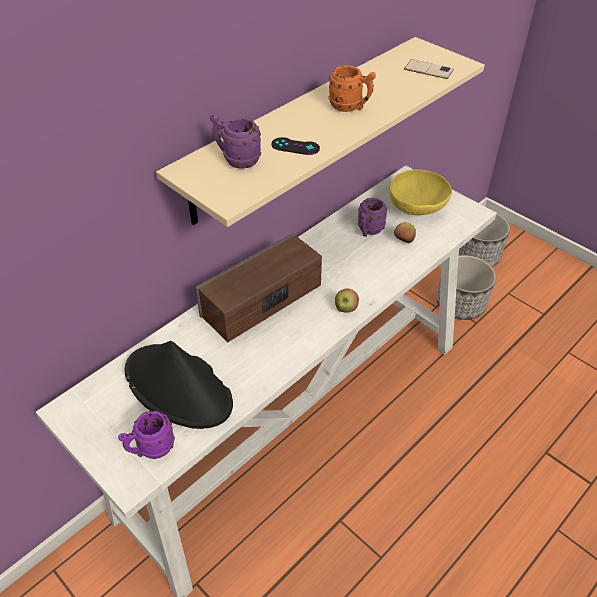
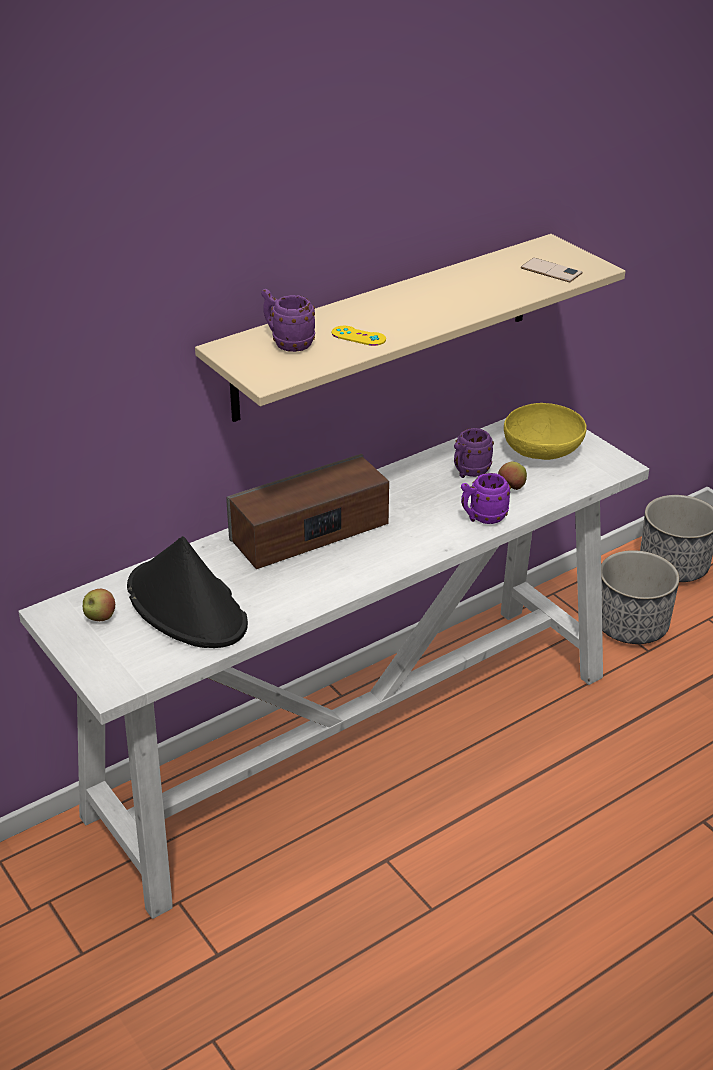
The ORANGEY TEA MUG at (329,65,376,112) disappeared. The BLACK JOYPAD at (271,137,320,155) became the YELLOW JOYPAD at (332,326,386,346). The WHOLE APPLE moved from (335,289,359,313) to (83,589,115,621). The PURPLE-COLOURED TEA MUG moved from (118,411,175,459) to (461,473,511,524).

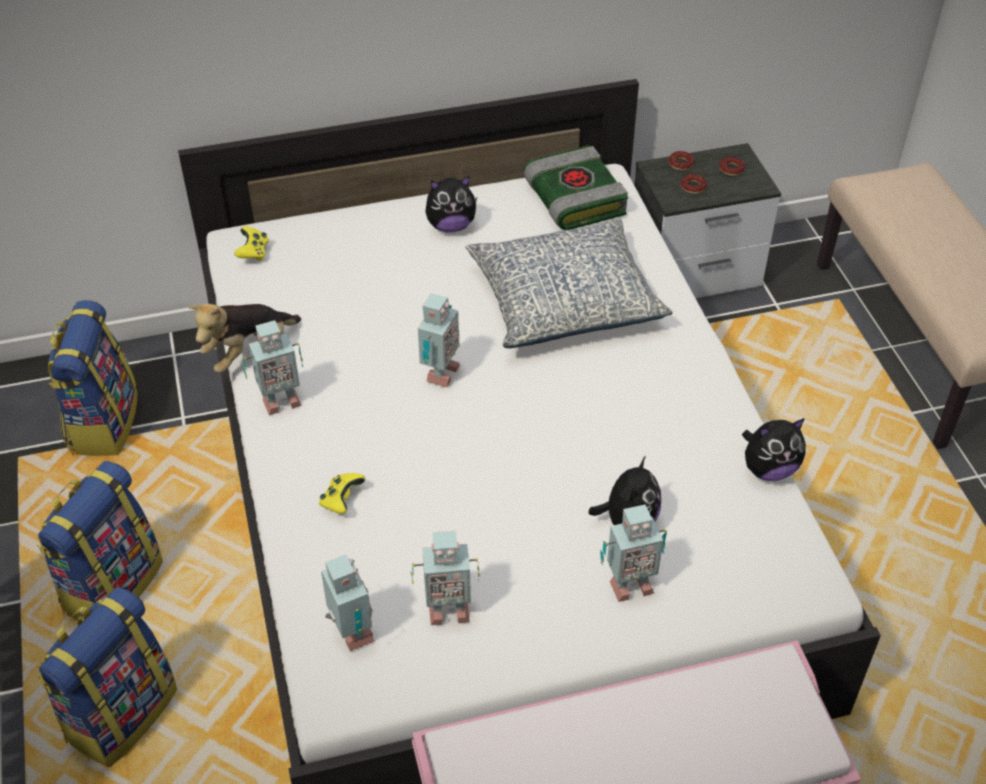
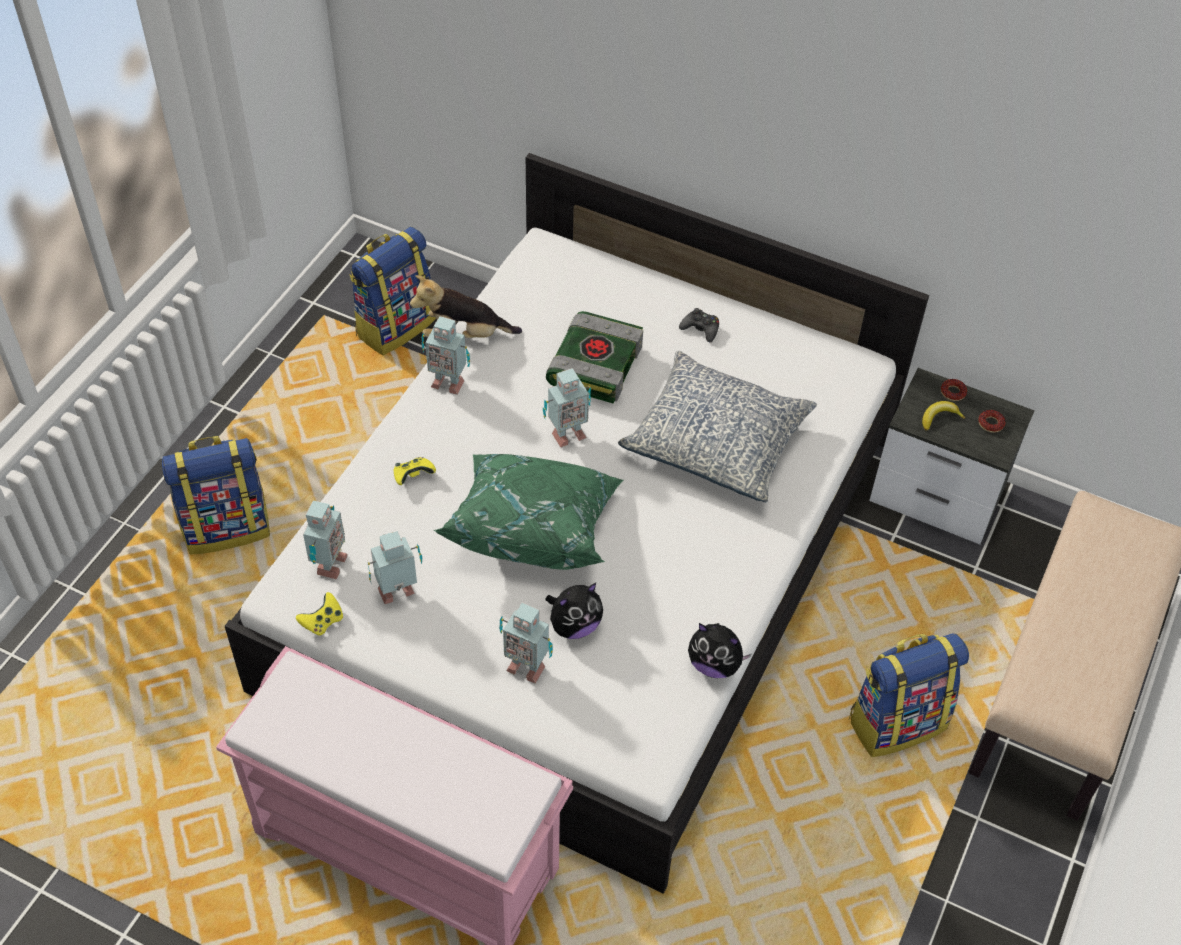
The BOUND BOOK moved from (523,145,628,230) to (546,311,643,404). The RING DOUGHNUT at (681,174,707,194) was replaced by the WHOLE BANANA at (922,401,965,431). The PLUSH TOY at (425,176,477,232) was replaced by the BLACK JOYPAD at (679,308,719,343). The YELLOW JOYPAD moved from (234,227,269,261) to (296,592,343,636). The BACKPACK moved from (37,461,163,620) to (849,633,969,757). The ROBOT FIGURE at (411,531,480,625) turned 120 degrees clockwise. The GREEN-COLOURED CUSHION at (434,454,623,570) appeared.

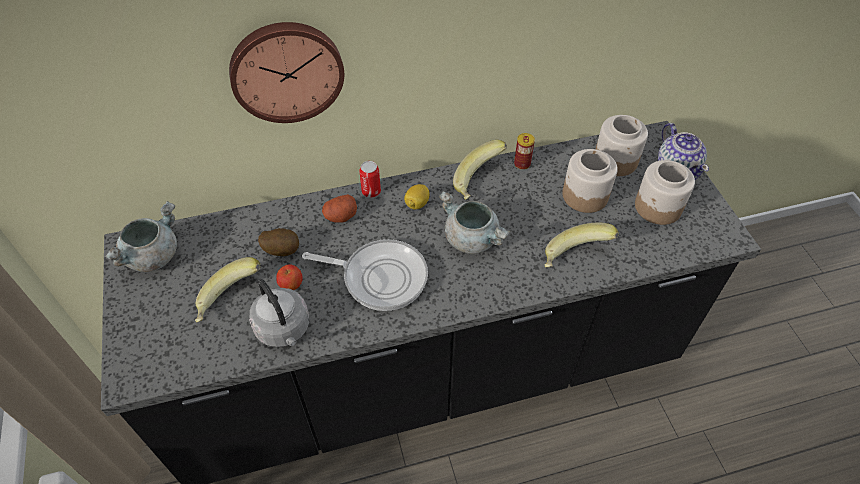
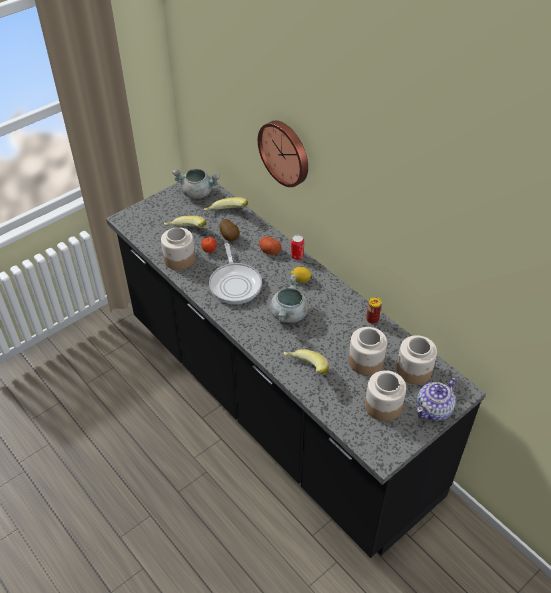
The WHOLE BANANA moved from (453,140,507,200) to (204,197,248,211). The GREY TEA KETTLE at (249,279,309,347) was replaced by the STORAGE JAR at (161,227,195,270).

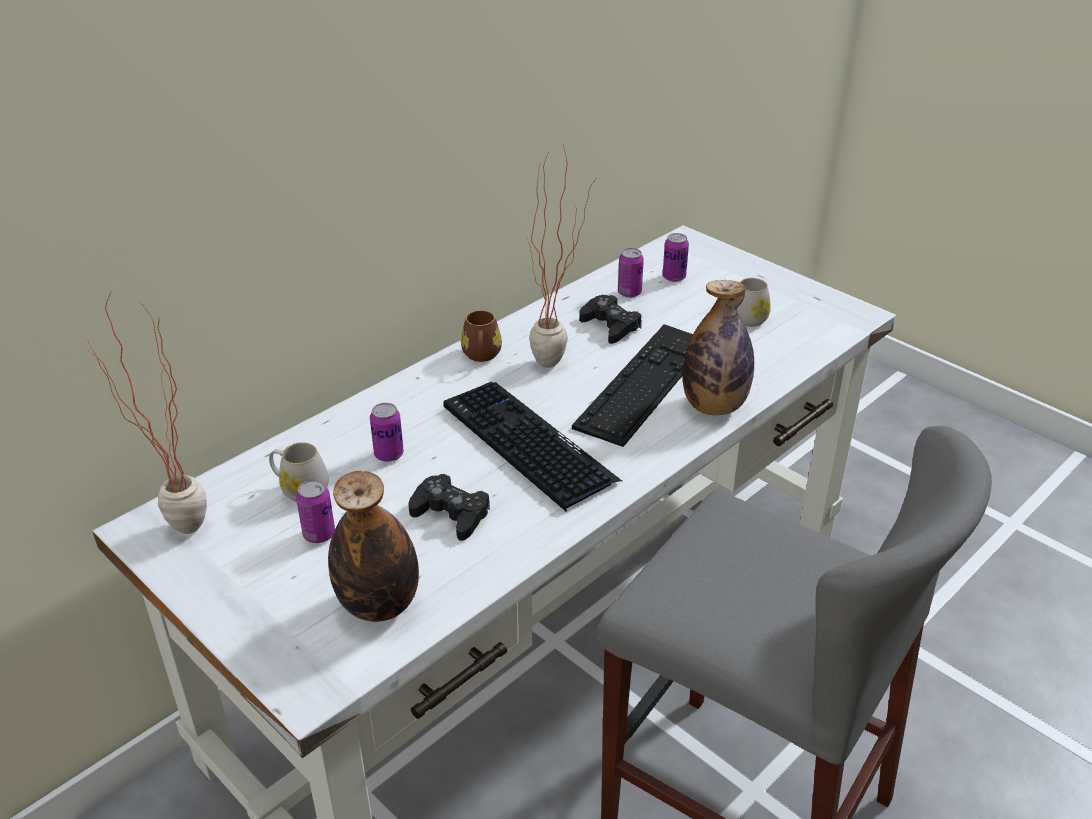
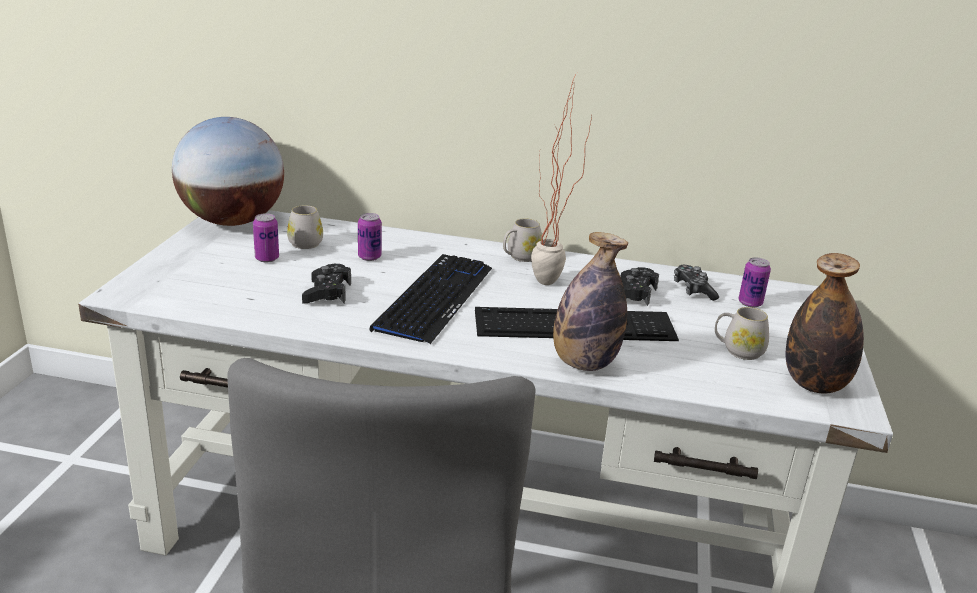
The CAN at (618,248,644,298) was replaced by the JOYPAD at (674,265,719,301). The HOUSEPLANT at (87,291,207,534) was replaced by the GLOBE at (172,117,284,226). The BROWNISH TEA MUG at (461,310,502,362) became the WHITE-COLOURED TEA MUG at (503,218,542,262). The BOTTLE moved from (328,471,419,622) to (786,253,864,394).

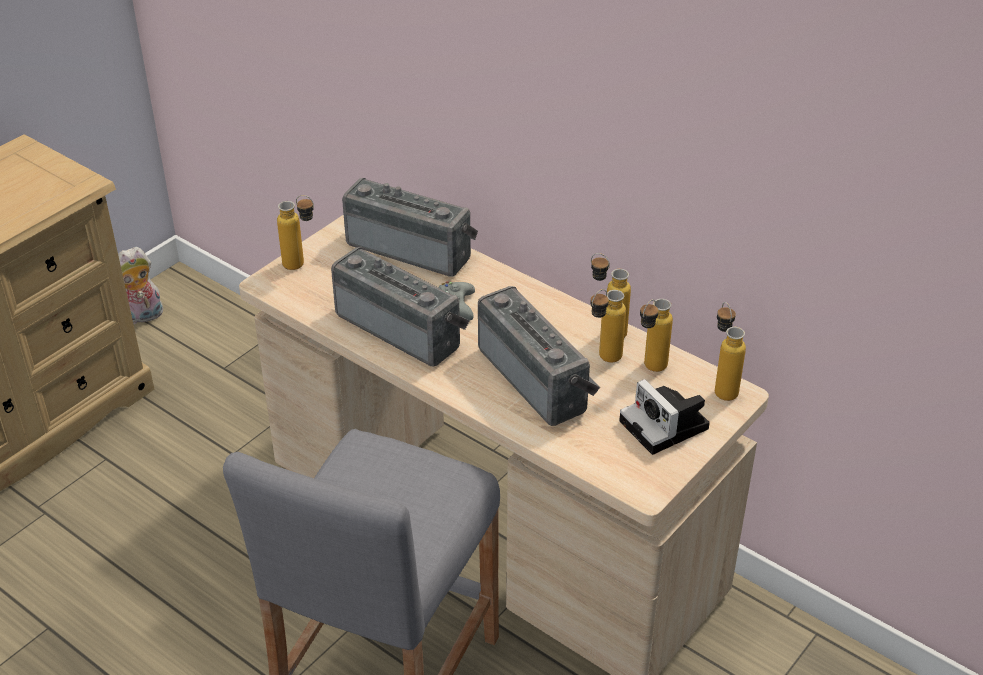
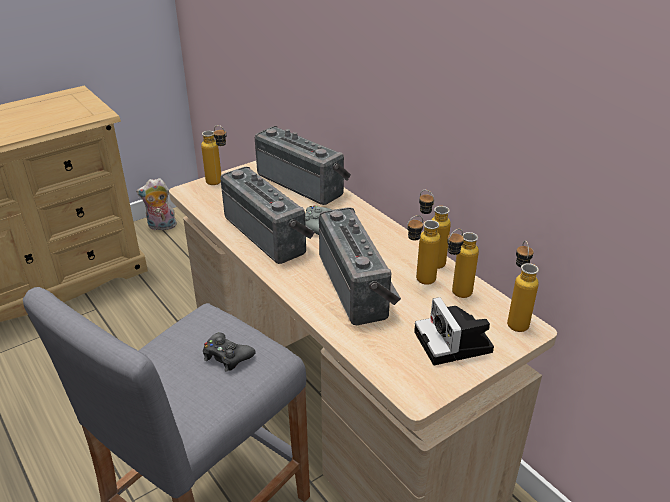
The BLACK JOYPAD at (203,332,256,372) appeared.

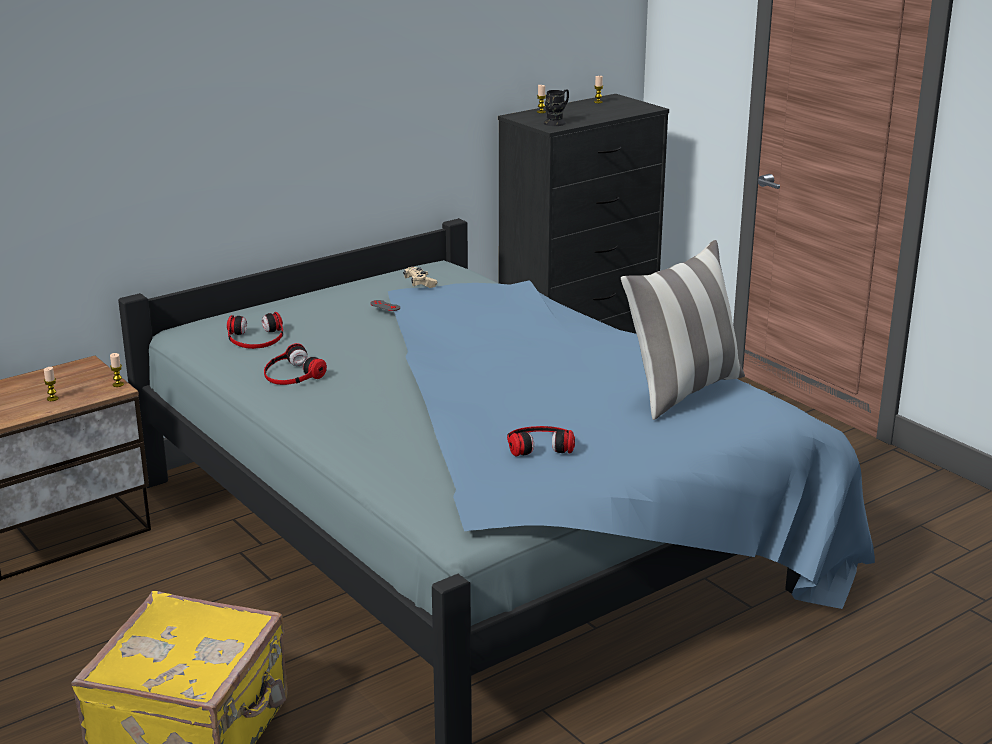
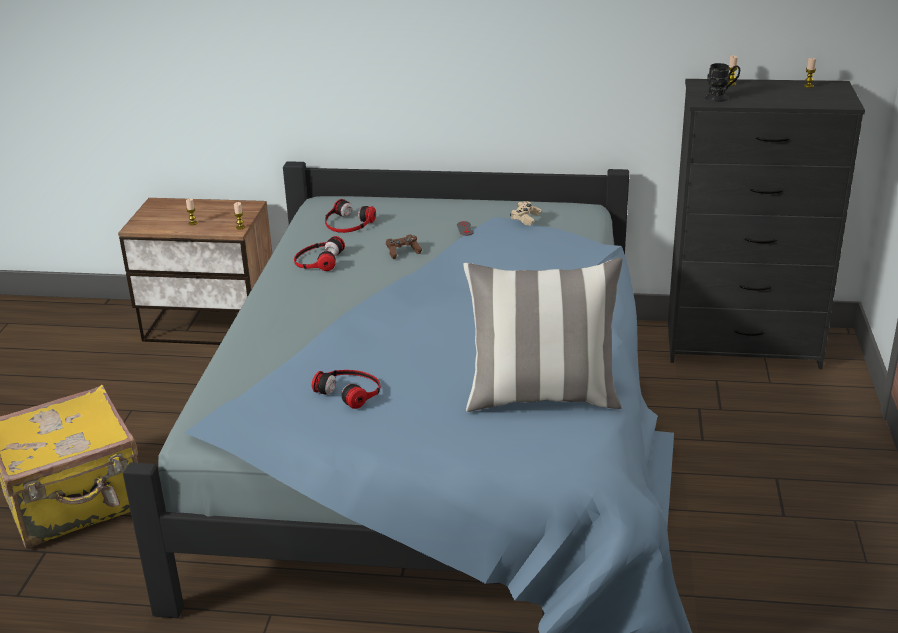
The BROWNISH JOYPAD at (386,235,422,259) appeared.

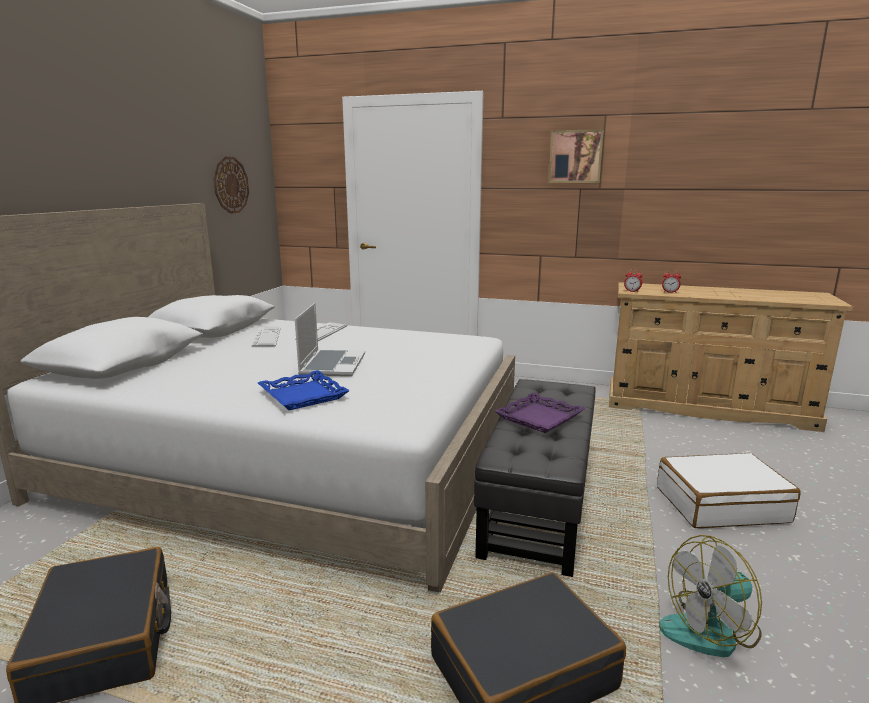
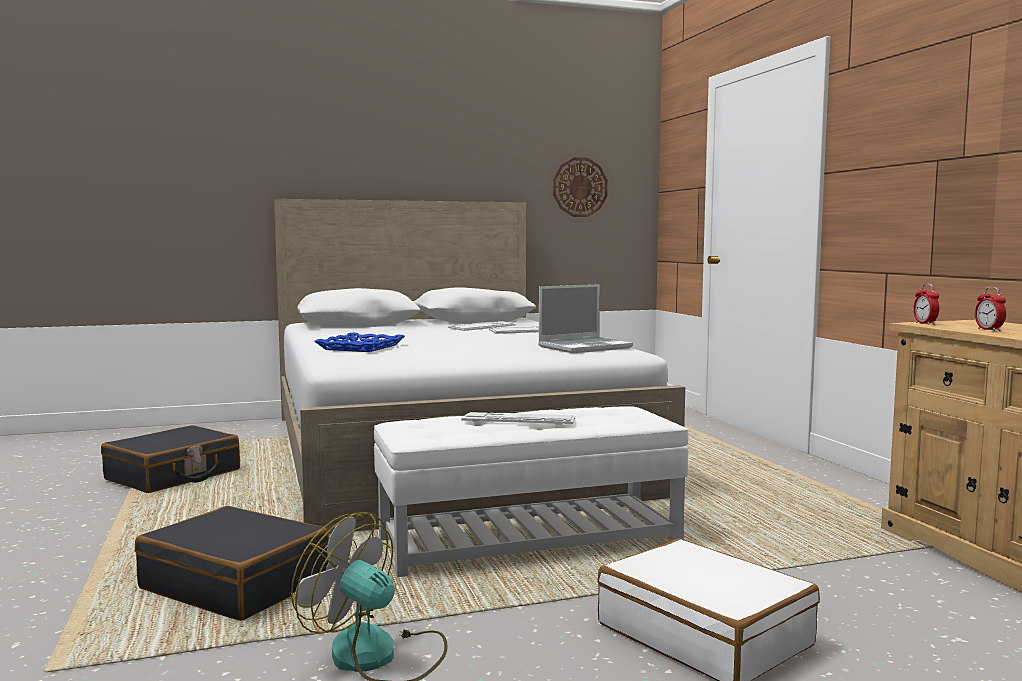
The PICTURE at (549,129,604,183) disappeared. The LAPTOP moved from (295,303,365,376) to (538,284,633,353). The BLACK POUFFE at (474,379,595,577) became the WHITE-COLOURED POUFFE at (374,406,689,577). The PURPLE-COLOURED SERVING TRAY at (495,392,585,433) was replaced by the PC KEYBOARD at (461,412,575,425).

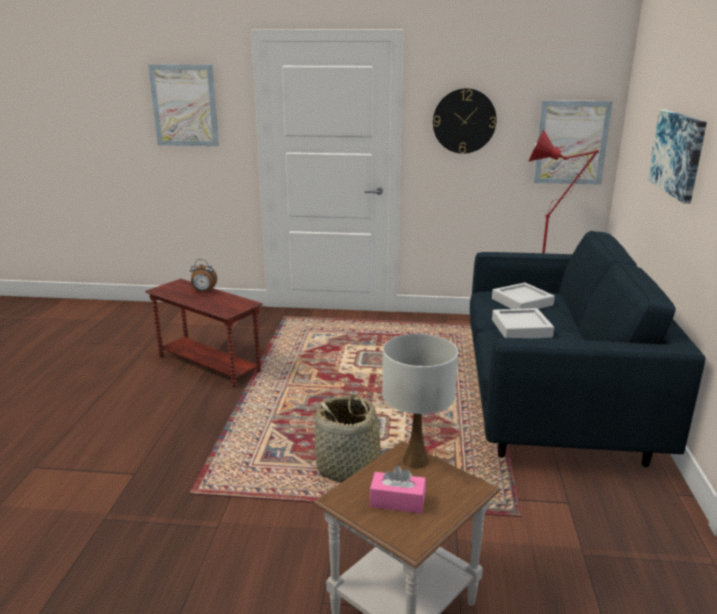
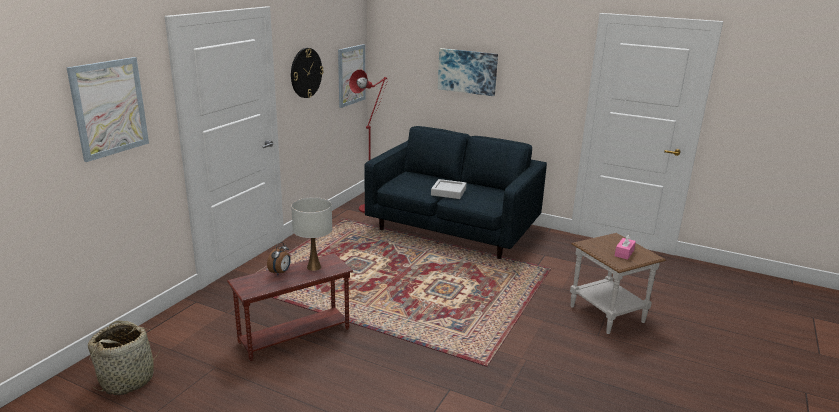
The GREY SERVING TRAY at (492,283,555,309) disappeared. The WHITE-COLOURED LAMP FOR A TABLE moved from (382,334,458,469) to (291,197,332,271). The BASKET moved from (310,394,389,482) to (88,321,162,395).

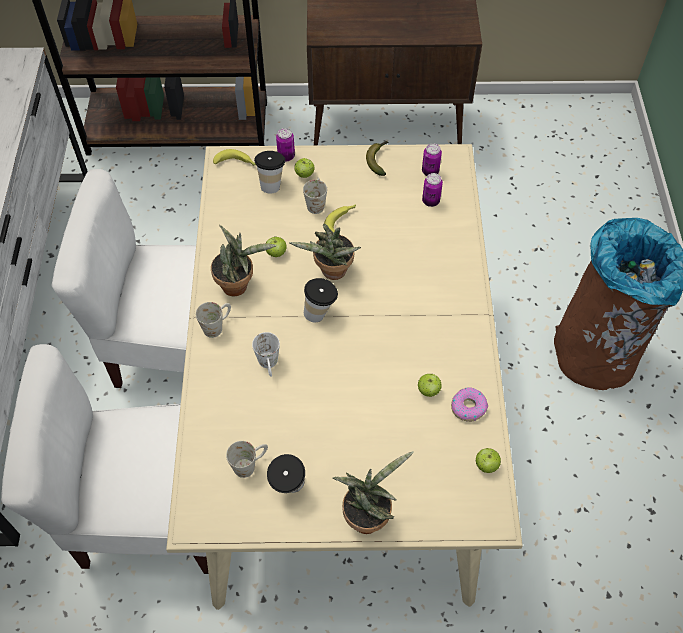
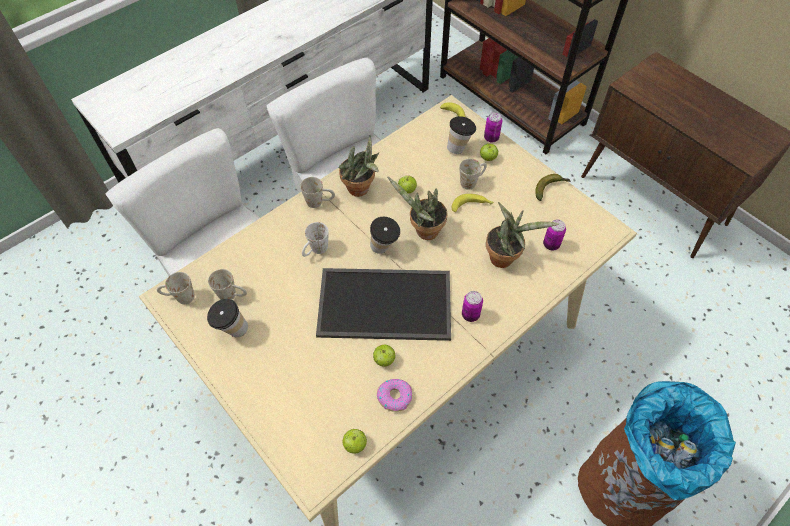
The CAN moved from (422,143,442,176) to (462,291,483,322). The HOUSEPLANT moved from (332,451,414,534) to (486,202,559,268). The SERVING TRAY at (316,268,451,341) appeared. The WHITE-COLOURED TEA MUG at (157,272,195,304) appeared.

